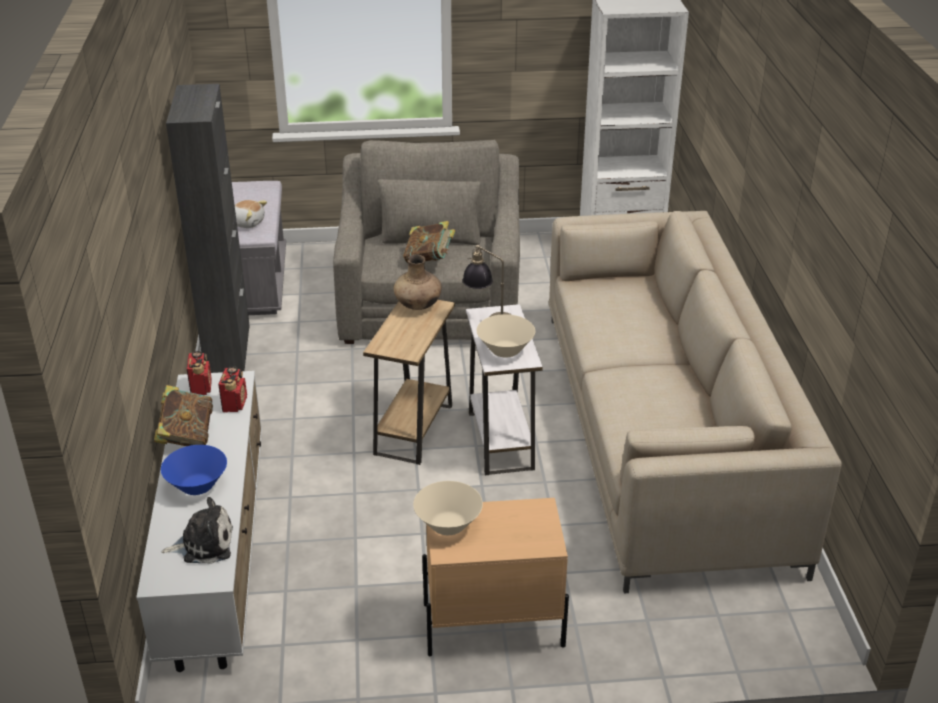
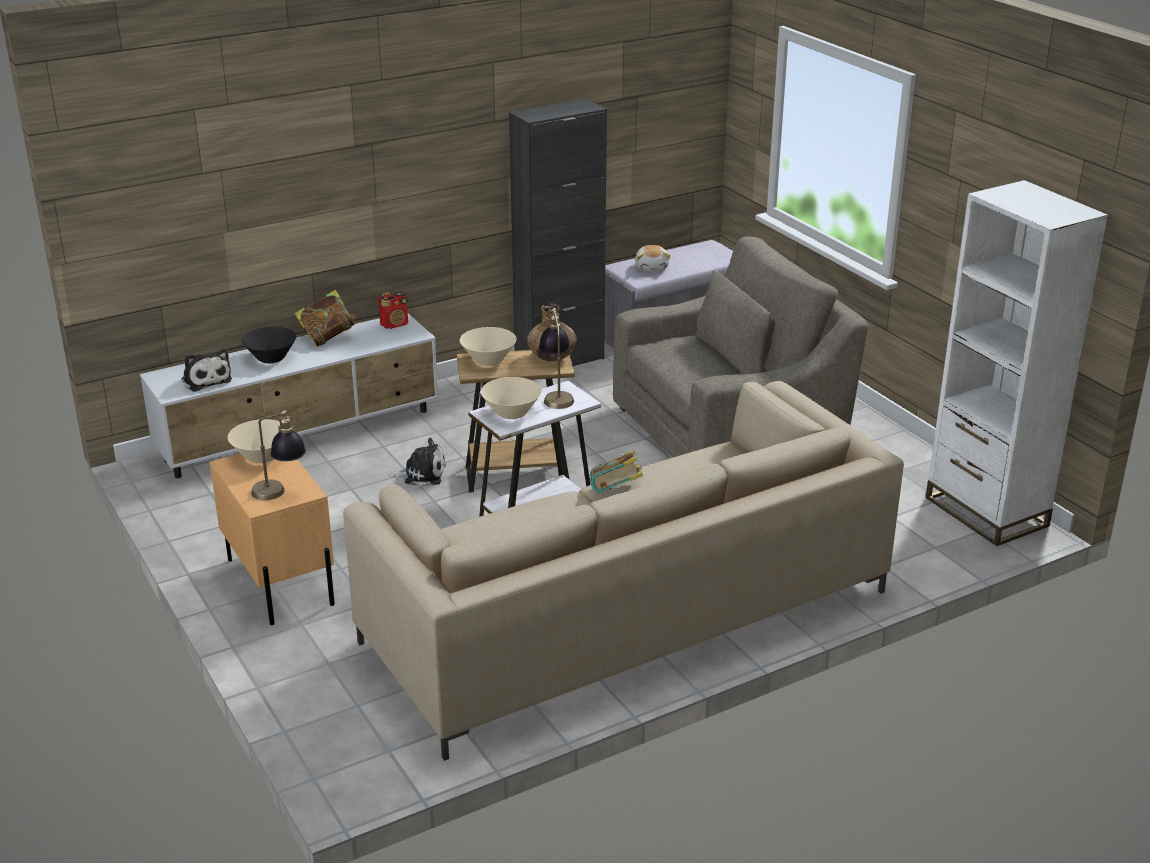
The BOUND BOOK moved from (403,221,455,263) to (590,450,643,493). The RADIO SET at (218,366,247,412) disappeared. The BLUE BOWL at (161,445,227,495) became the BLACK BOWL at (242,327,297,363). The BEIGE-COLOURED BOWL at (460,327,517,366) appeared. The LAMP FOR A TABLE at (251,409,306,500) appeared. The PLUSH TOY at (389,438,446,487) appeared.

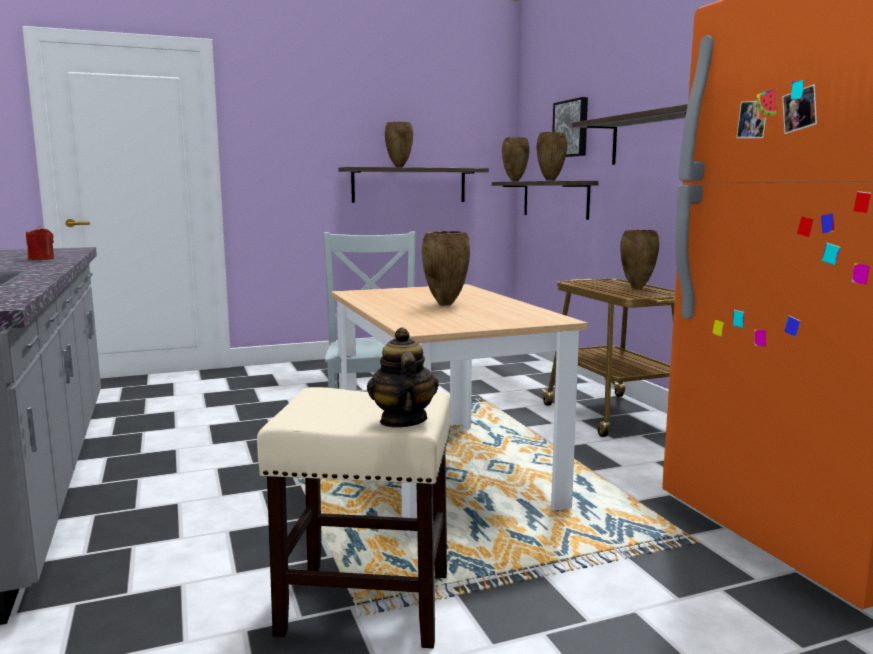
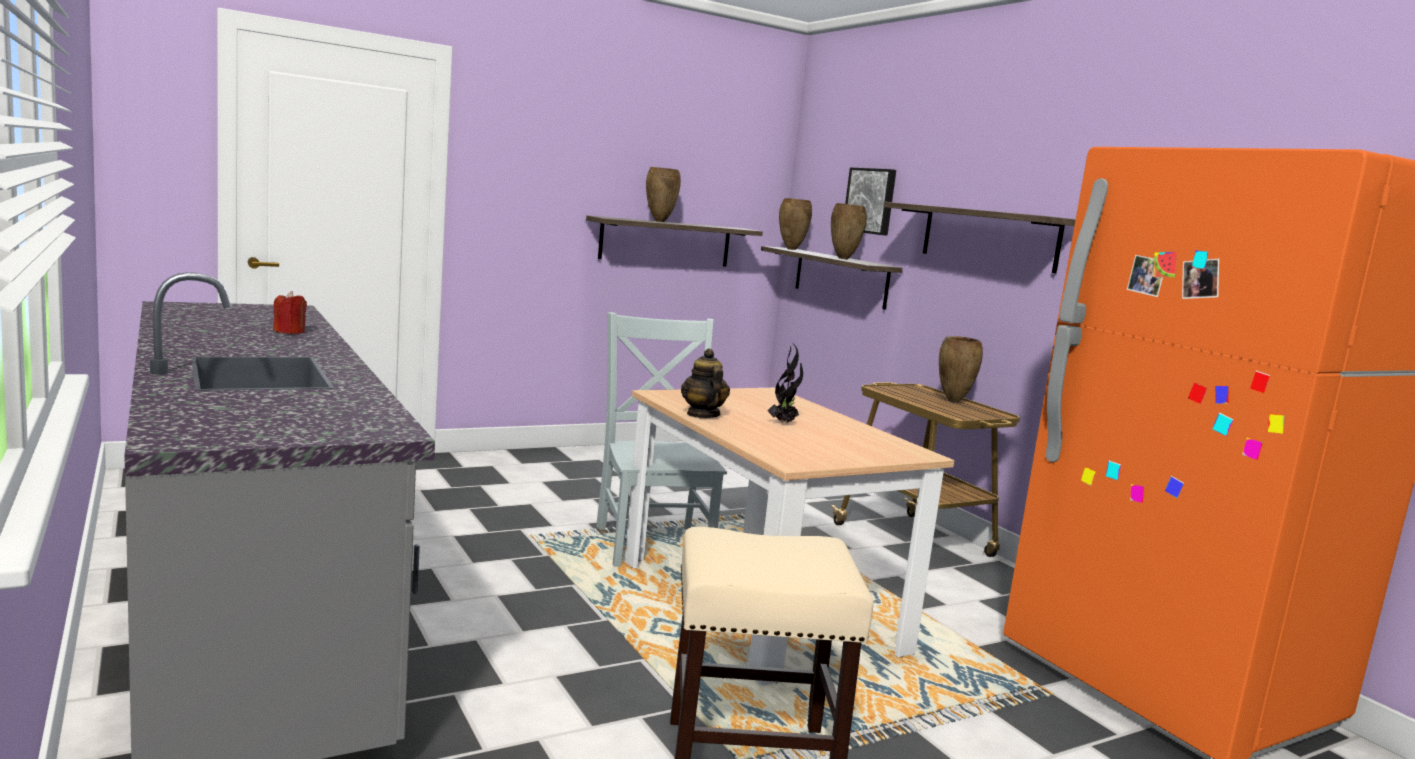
The BROWNISH DECORATIVE VASE at (422,231,470,306) was replaced by the HOUSEPLANT at (767,342,803,423). The TEAPOT moved from (367,327,439,428) to (681,348,730,418).

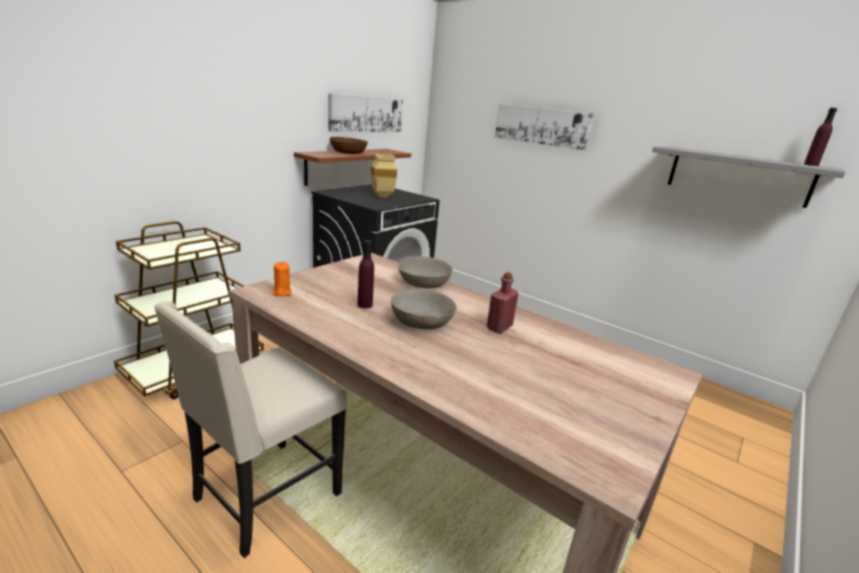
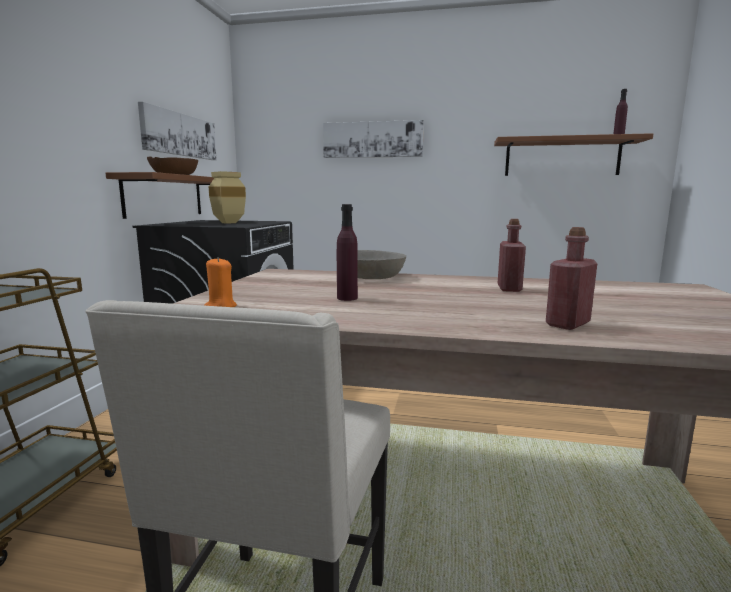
The GREY WALL SHELF at (652,146,846,208) became the BROWNISH WALL SHELF at (494,133,653,176). The GREY BOWL at (391,290,457,330) disappeared. The RED-COLOURED BOTTLE at (546,227,597,330) appeared.

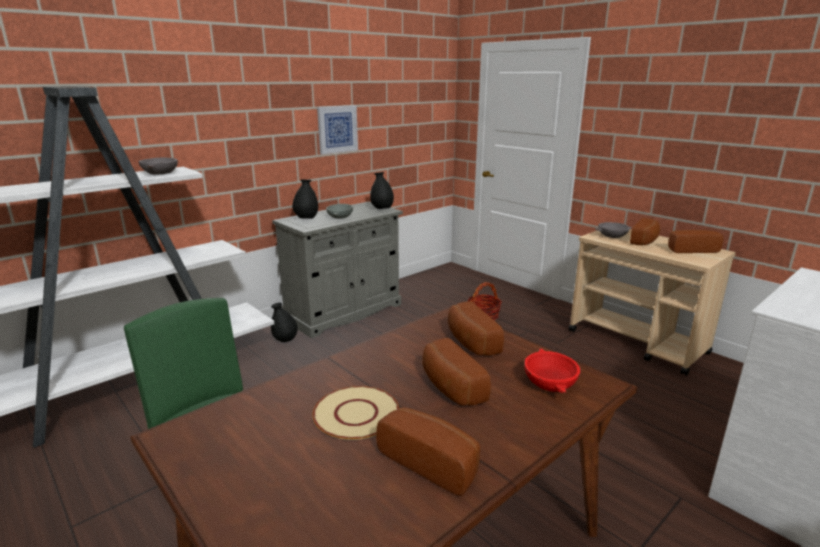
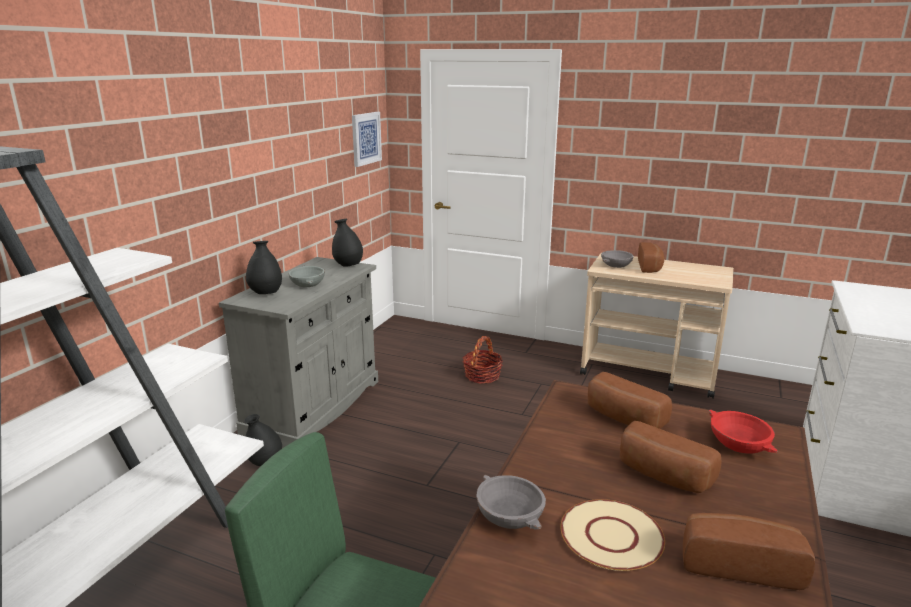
The PICTURE moved from (317,105,358,154) to (352,112,382,167). The GREY BOWL moved from (139,158,178,174) to (476,475,546,529). The BAKED BREAD at (668,230,724,253) disappeared.

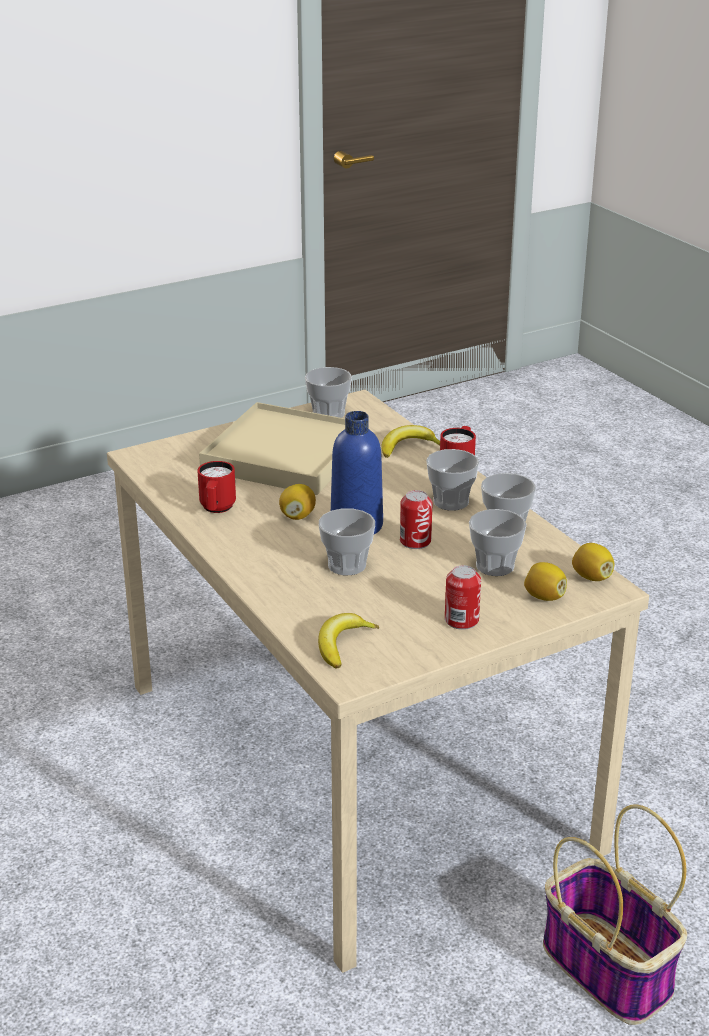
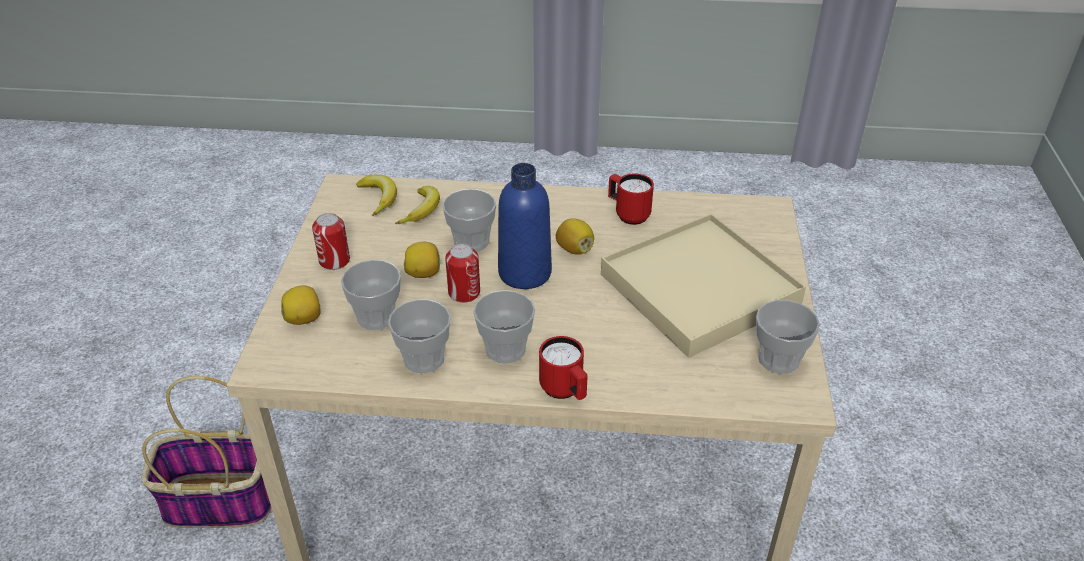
The WHOLE BANANA moved from (381,425,440,458) to (395,186,440,224). The CITRUS FRUIT moved from (572,543,615,581) to (404,242,440,278).

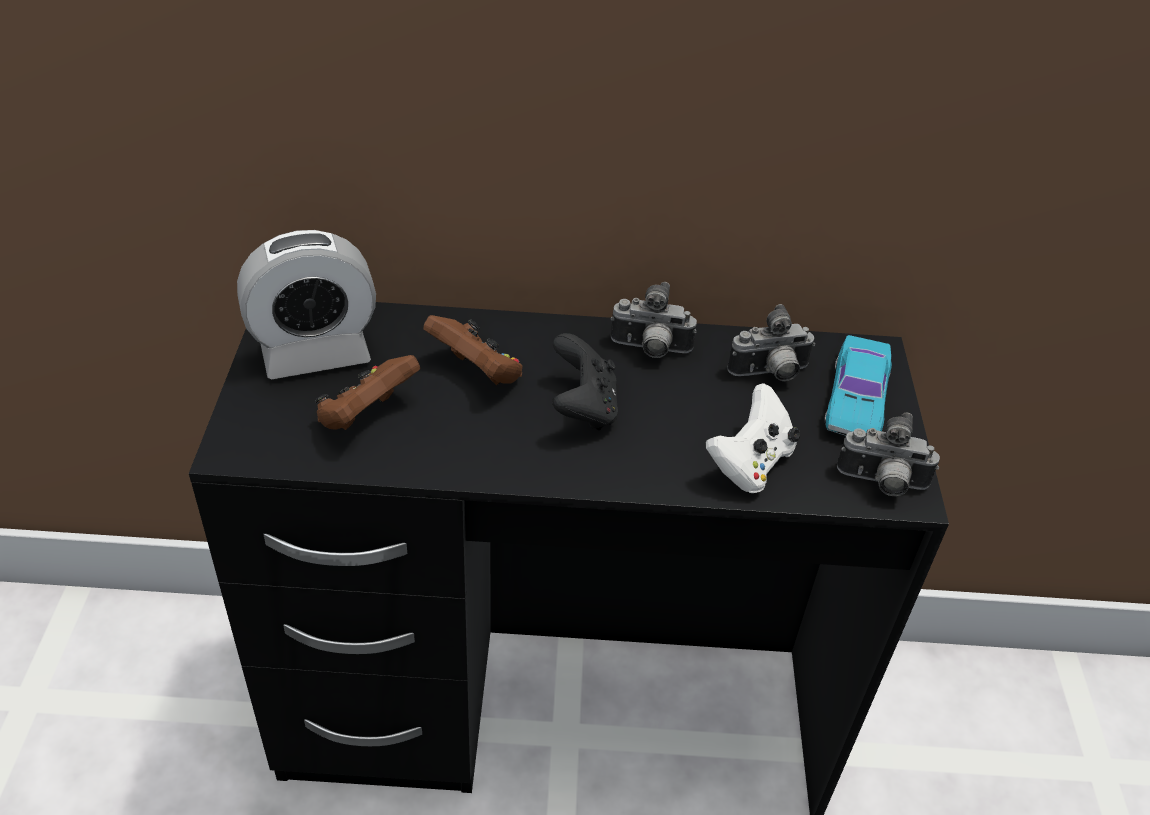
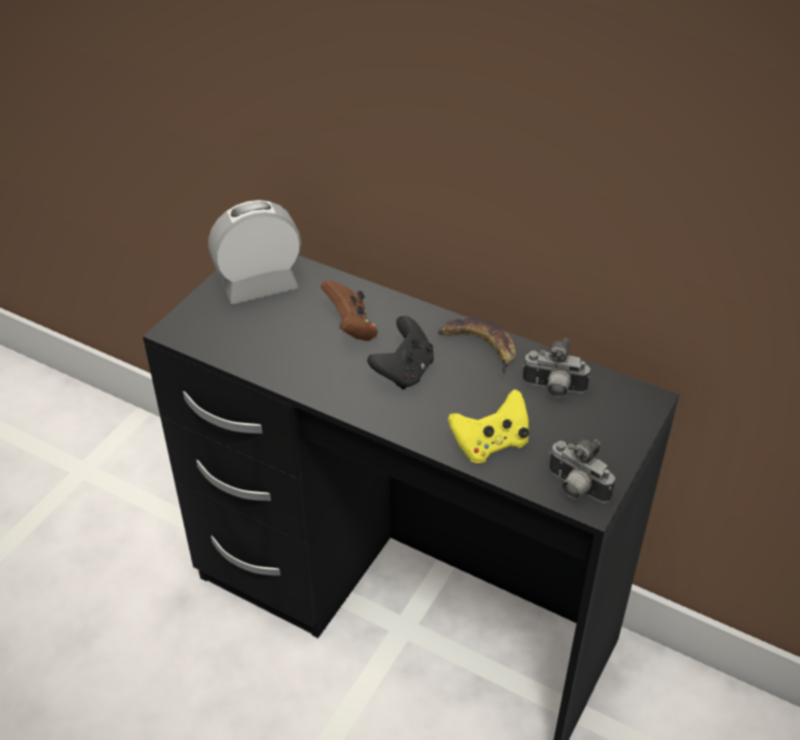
The TABLE CLOCK at (237,230,376,379) turned 150 degrees clockwise. The STILL CAMERA at (611,282,697,358) was replaced by the WHOLE BANANA at (438,318,516,378). The TURQUOISE MODEL CAR at (824,335,892,436) disappeared. The BROWNISH JOYPAD at (315,355,420,430) disappeared. The WHITE-COLOURED JOYPAD at (706,383,800,493) became the YELLOW JOYPAD at (448,389,529,463).

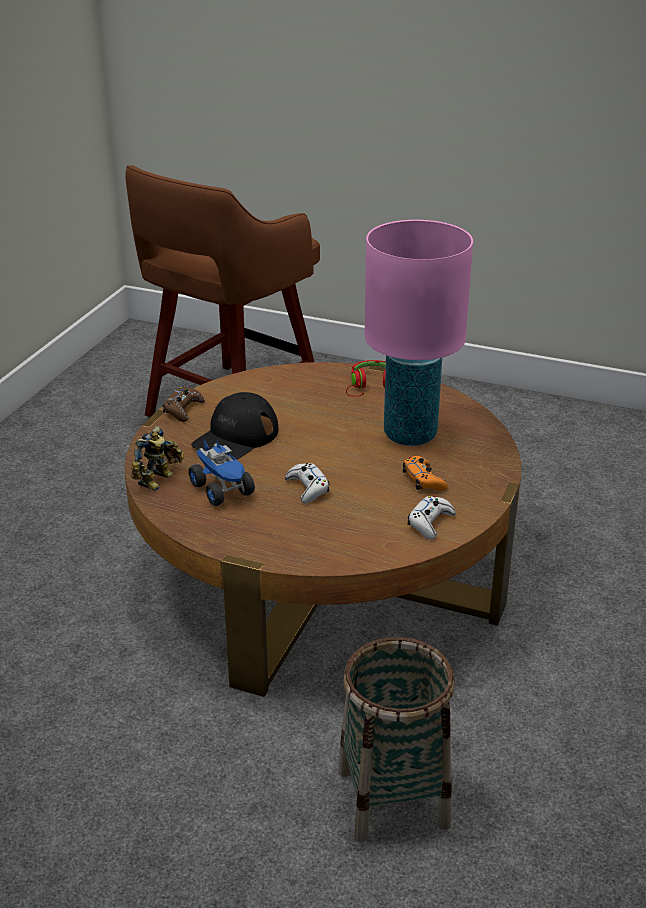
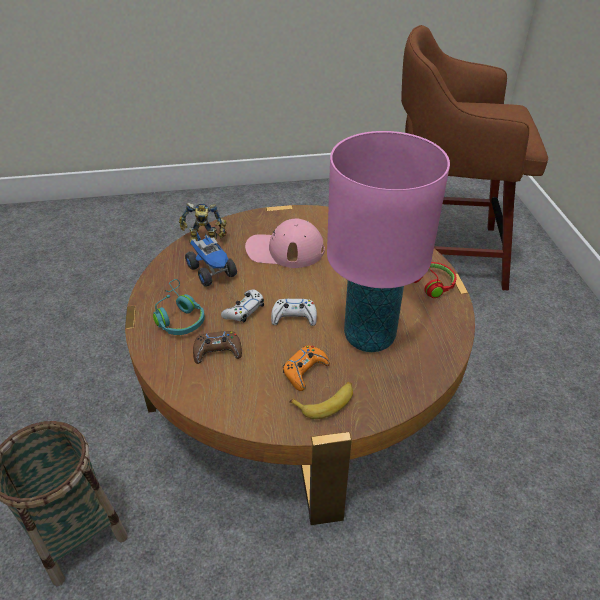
The BROWNISH JOYPAD moved from (163,387,205,422) to (193,331,242,364). The BLACK BASEBALL CAP at (191,392,278,460) became the PINKISH BASEBALL CAP at (245,219,325,268). The TOY TRUCK at (189,438,255,506) turned 60 degrees counterclockwise. The WHITE-COLOURED JOYPAD moved from (407,495,456,540) to (271,299,317,326). The TURQUOISE HEADPHONES at (153,279,205,335) appeared. The WHOLE BANANA at (289,382,353,419) appeared.

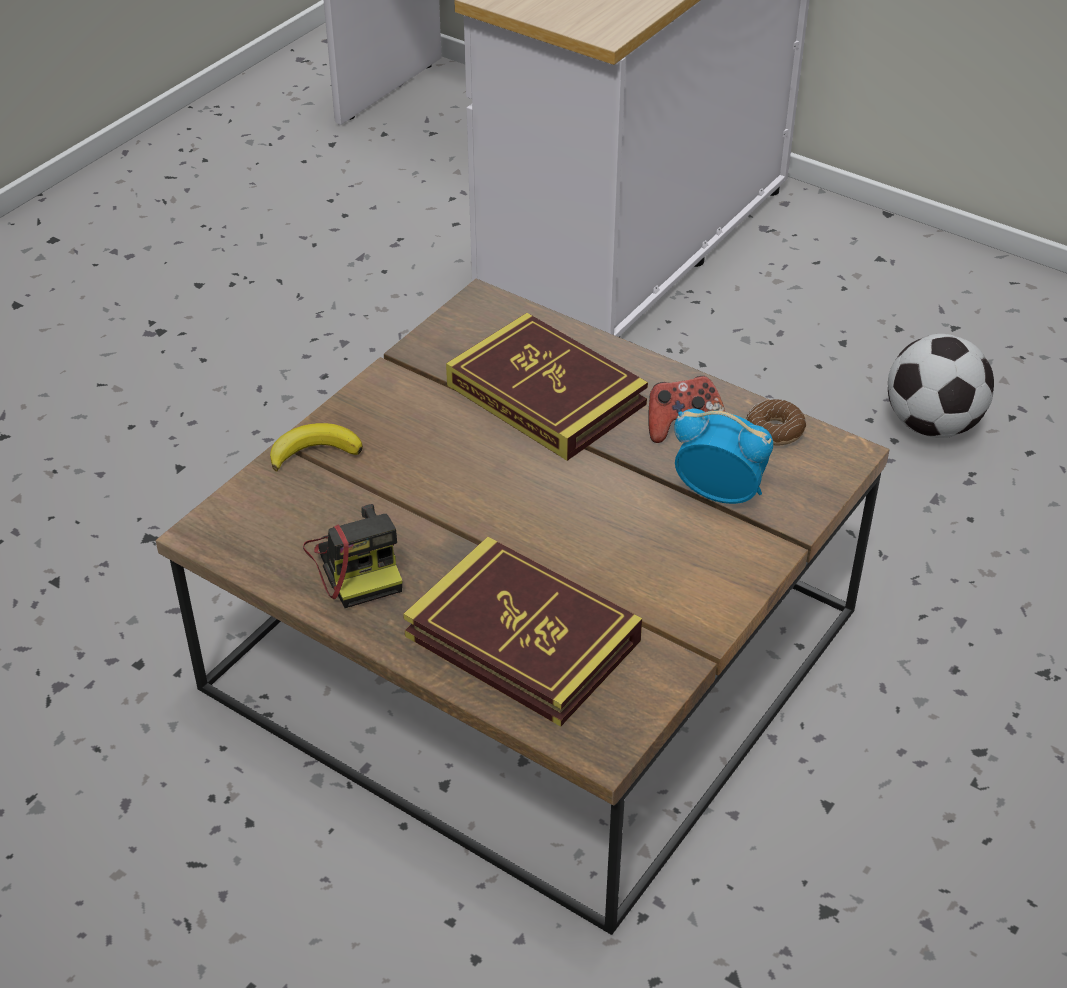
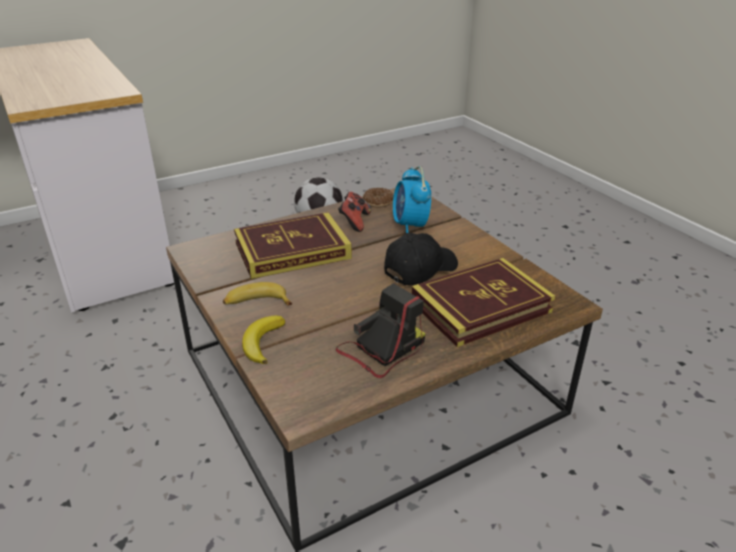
The TABLE CLOCK at (674,409,773,504) turned 60 degrees counterclockwise. The STILL CAMERA at (303,504,402,608) turned 45 degrees counterclockwise. The BLACK BASEBALL CAP at (384,233,458,285) appeared. The WHOLE BANANA at (223,282,292,306) appeared.

